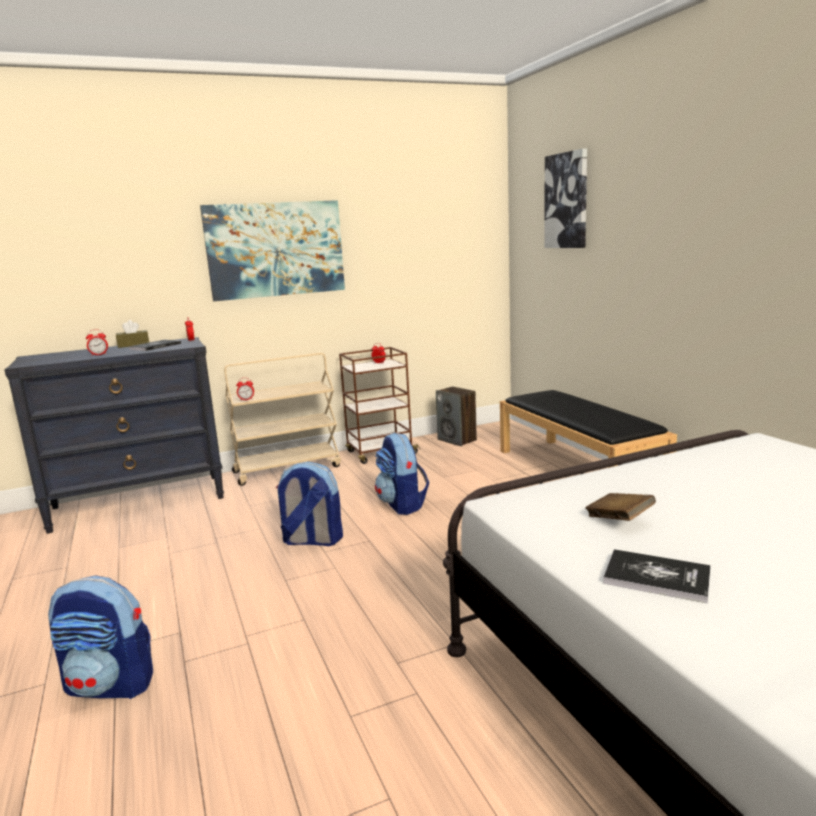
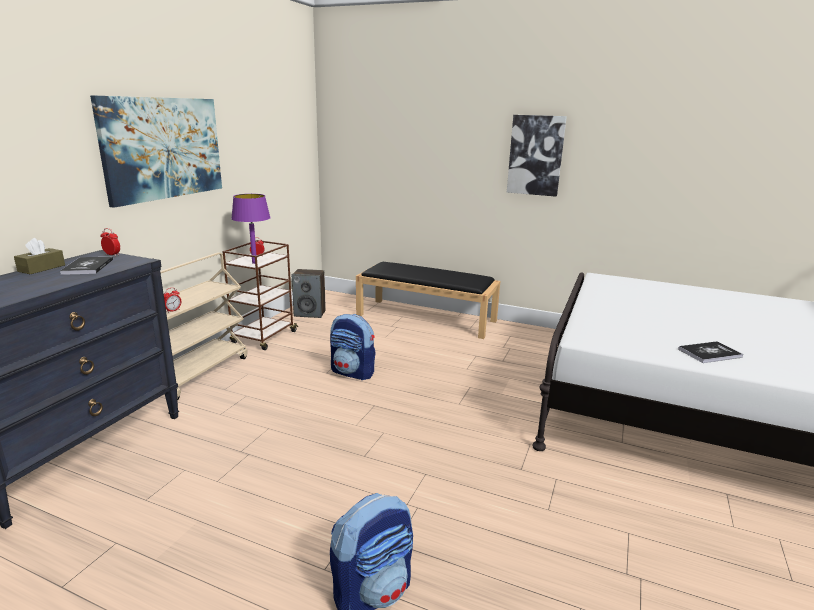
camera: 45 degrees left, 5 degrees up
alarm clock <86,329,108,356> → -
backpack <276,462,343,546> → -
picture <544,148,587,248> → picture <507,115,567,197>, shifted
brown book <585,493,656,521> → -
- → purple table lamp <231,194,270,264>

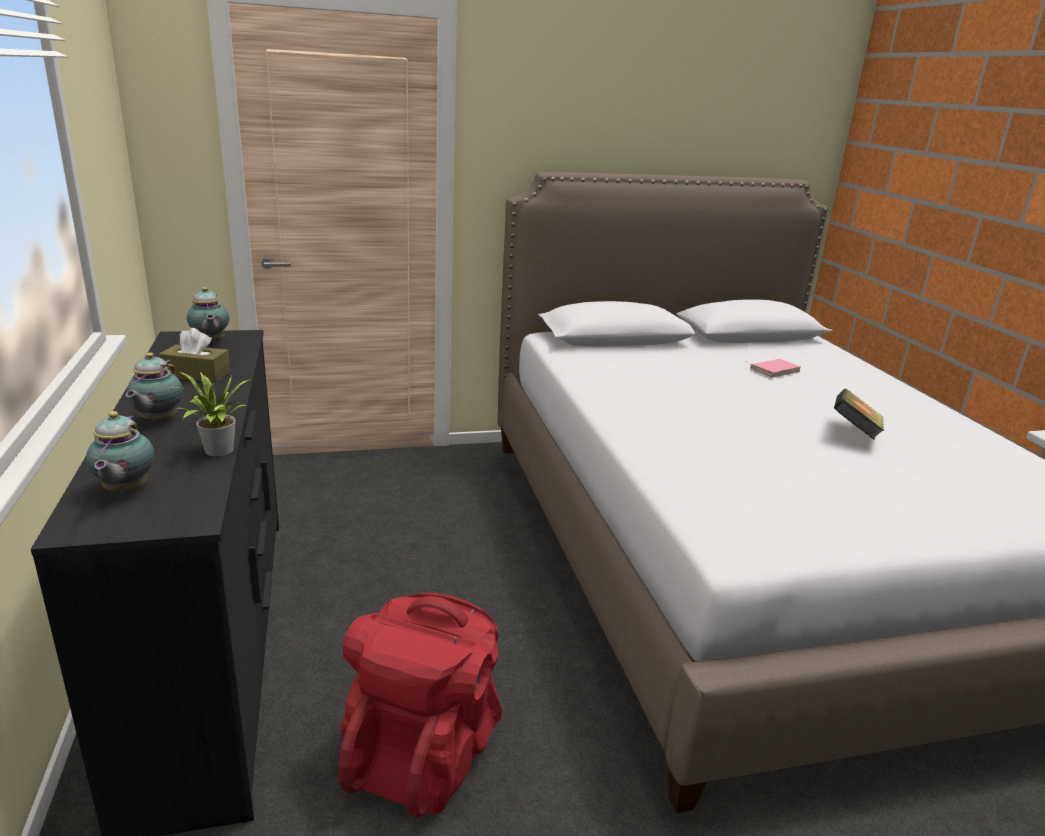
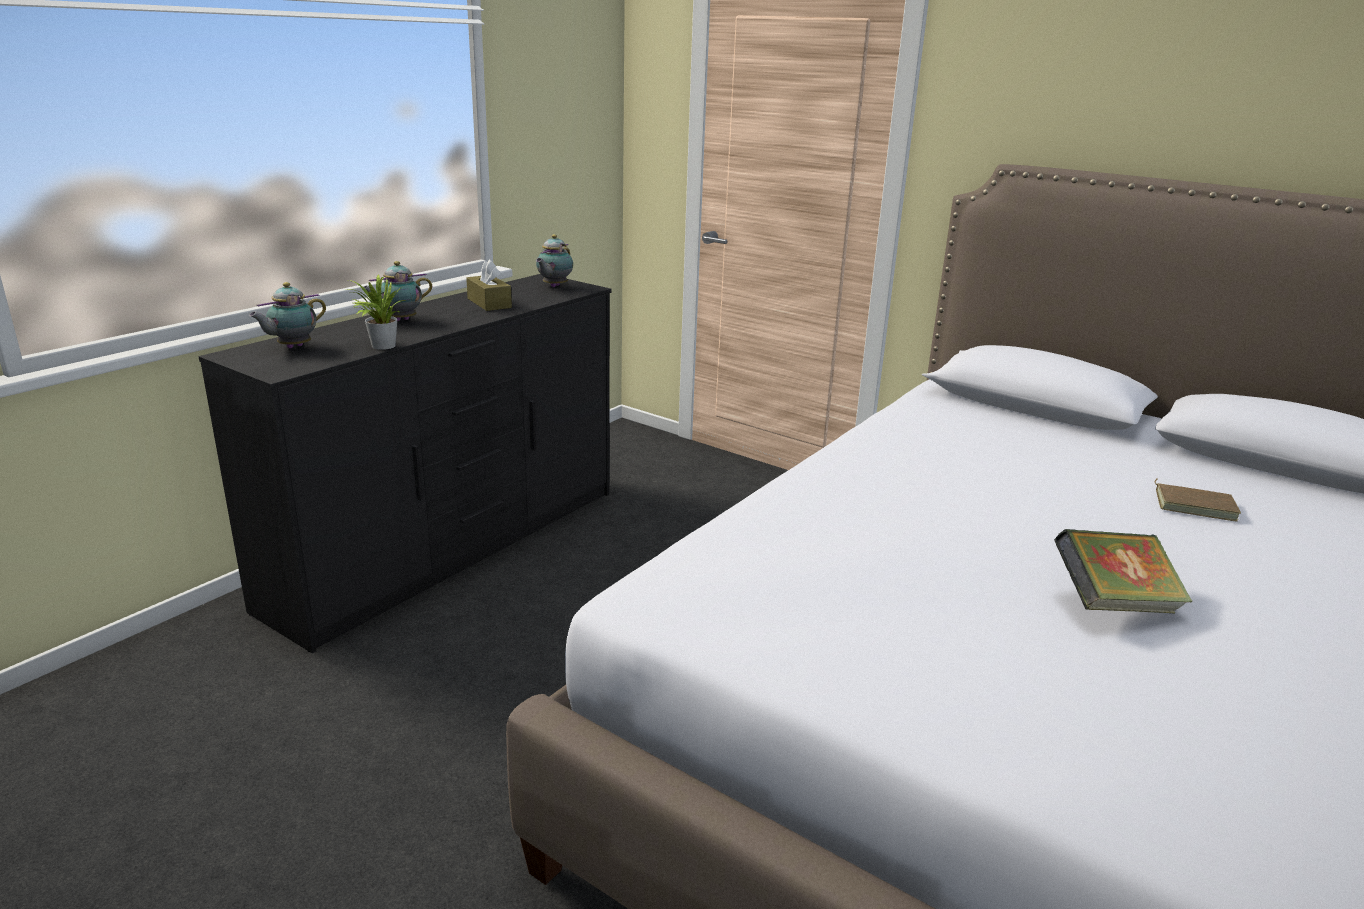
camera: 50 degrees right, 0 degrees up
red backpack <338,593,502,818> → -
pink book <748,359,800,378> → brown book <1155,478,1241,521>

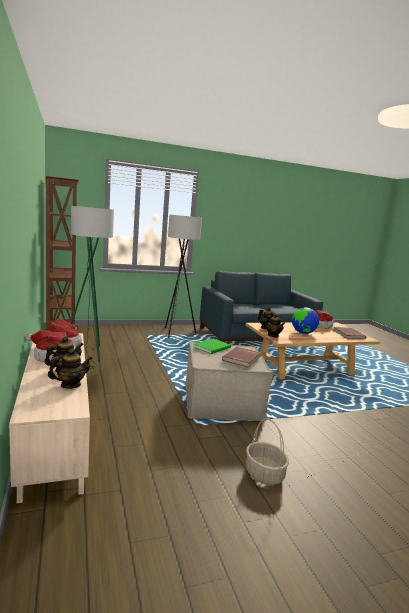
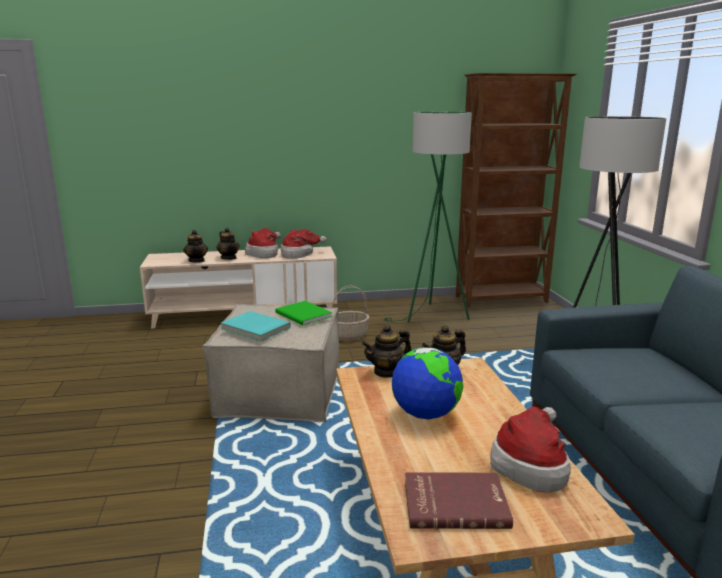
camera: 100 degrees right, 5 degrees up
red book <222,347,261,367> → turquoise book <221,311,291,341>
basket <246,418,289,485> → basket <332,286,369,340>, shifted

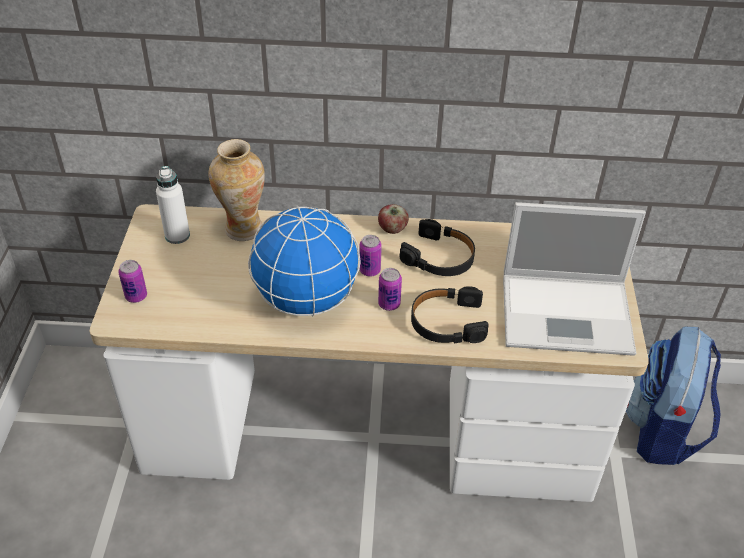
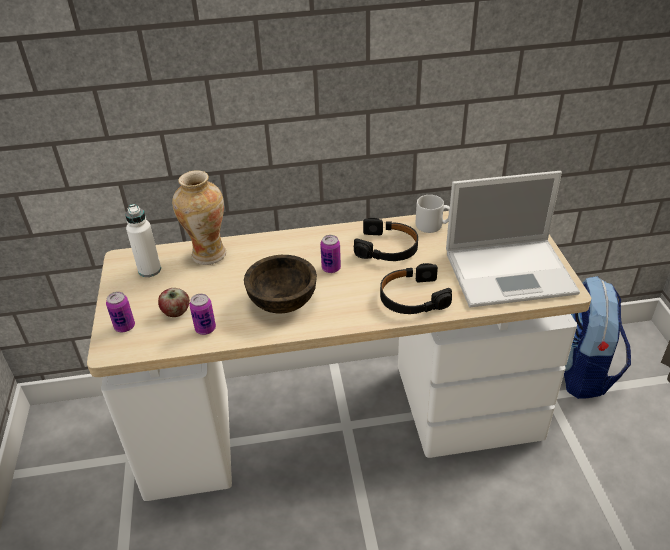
camera: 10 degrees left, 5 degrees down
globe <248,206,361,317> → brown bowl <244,255,317,313>
apple <378,204,409,234> → apple <158,288,190,317>, shifted
can <378,268,402,311> → can <189,294,216,335>, shifted
- → grey mug <416,195,450,233>

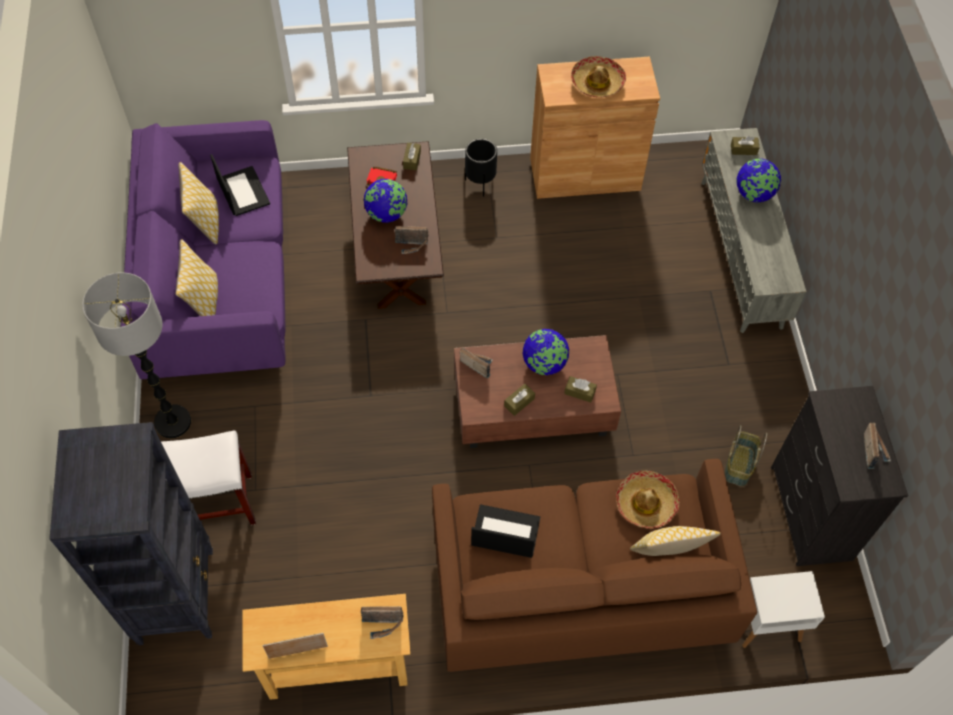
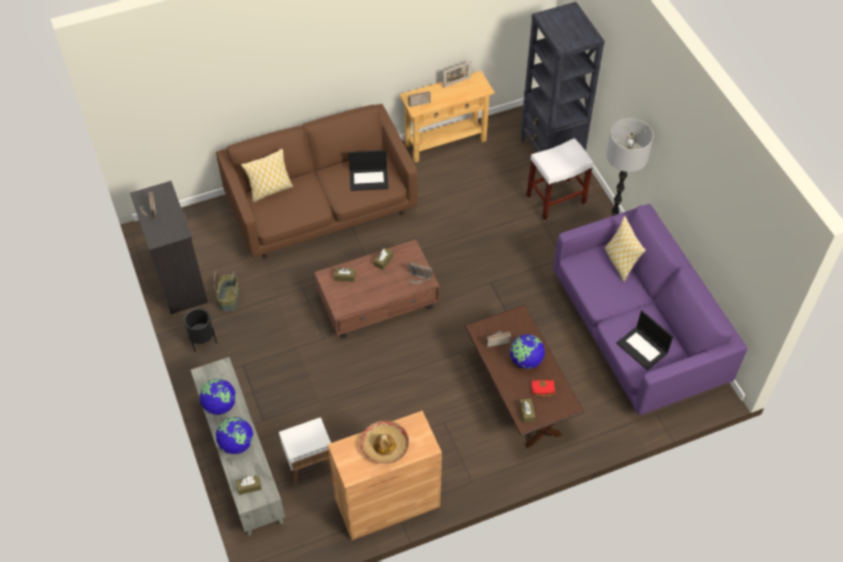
camera: 165 degrees right, 5 degrees down
pillow <178,162,219,244> → -
black planter <465,139,497,197> → black planter <184,308,217,352>, shifted
globe <523,329,569,375> → globe <199,379,236,415>, shifted
hat <616,471,679,529> → -
white side table <742,571,825,648> → white side table <279,417,331,485>, shifted

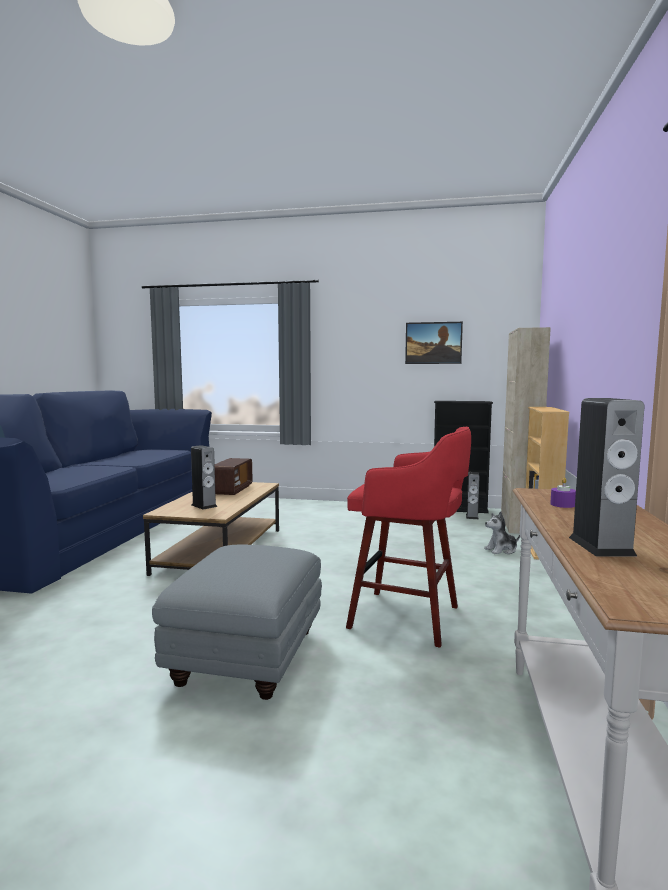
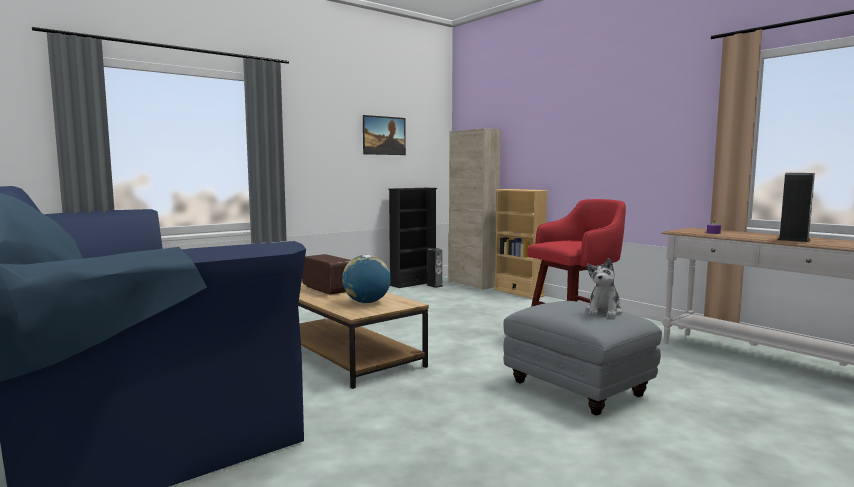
camera: 50 degrees left, 0 degrees up
speaker <191,445,217,510> → globe <342,255,391,303>
plush toy <484,511,520,554> → plush toy <586,258,623,317>, shifted

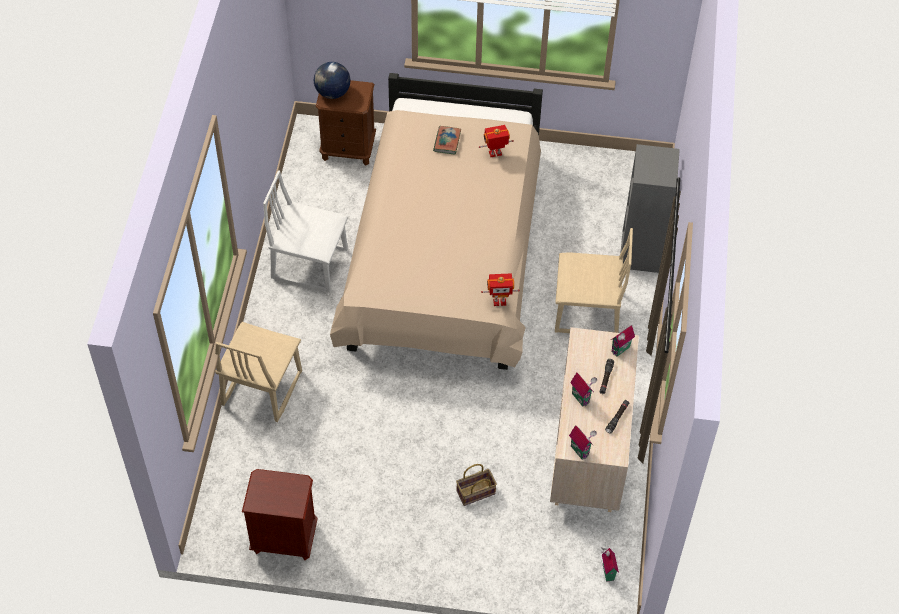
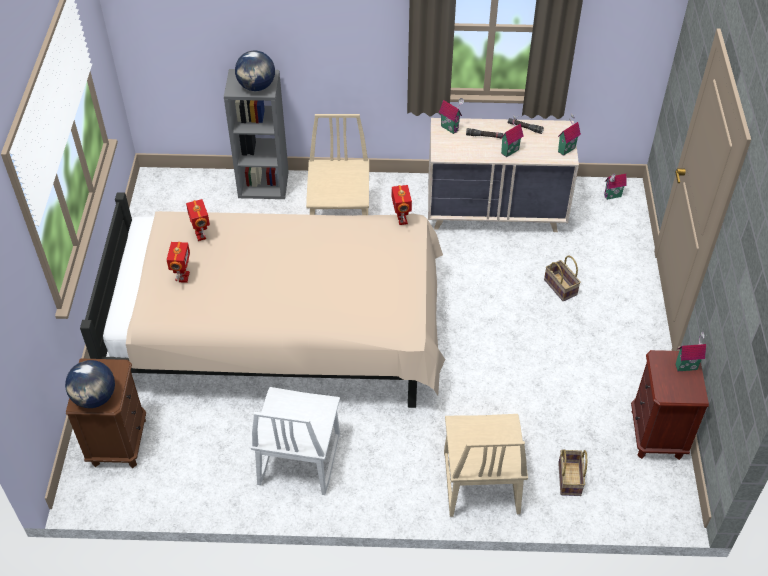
camera: 95 degrees left, 5 degrees down
beige chair <215,322,302,422> → beige chair <444,414,528,517>, 75 degrees clockwise
book <433,126,461,155> → toy robot <167,242,190,283>
- → globe <235,50,275,91>
- → basket <558,449,587,496>
- → toy house <675,331,706,371>

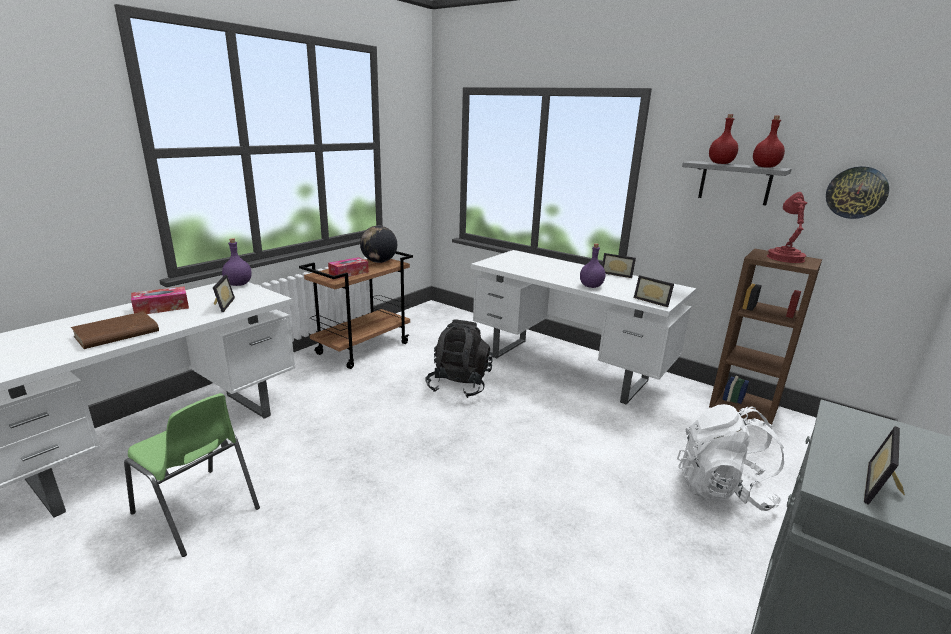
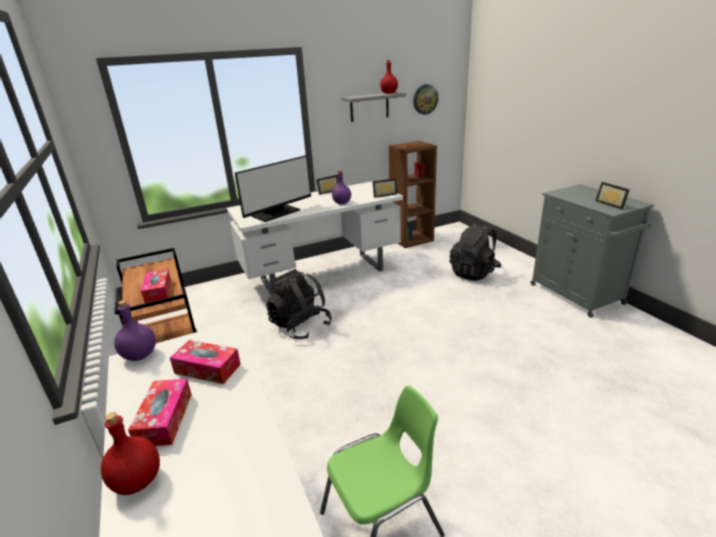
camera: 60 degrees left, 5 degrees up
brown book <71,312,159,349> → -
picture frame <213,275,235,312> → tissue box <170,340,241,384>
globe <360,226,397,263> → -
white backpack <677,404,784,511> → black backpack <449,223,502,281>
red bottle <709,114,738,164> → red bottle <101,412,160,495>, shifted
red table lamp <767,192,807,263> → -
- → monitor <235,155,311,222>

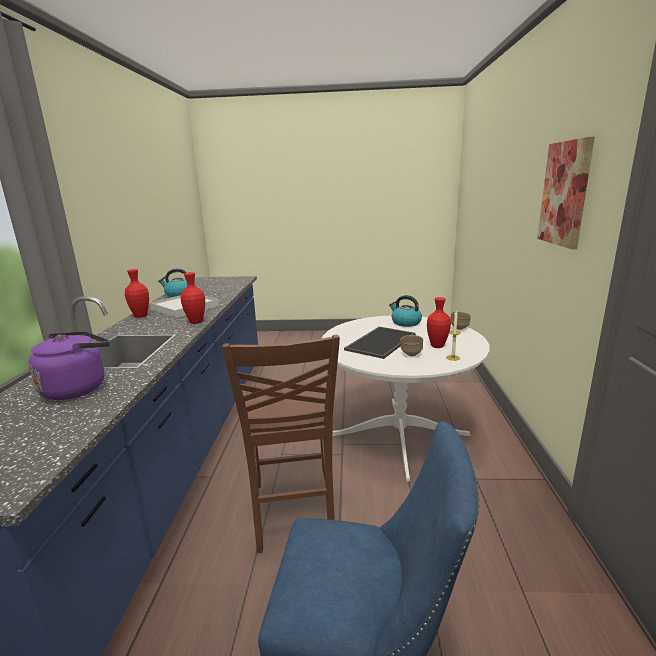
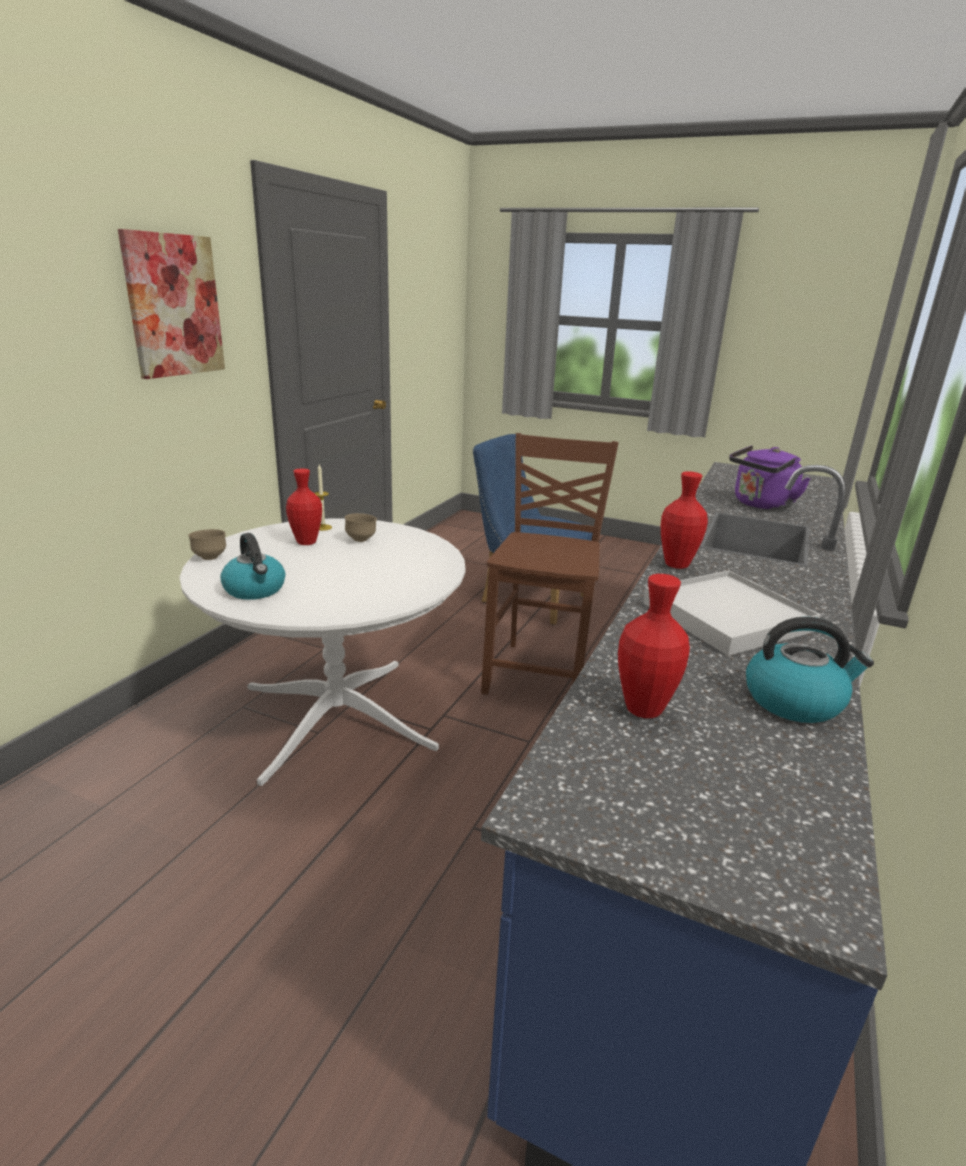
camera: 160 degrees left, 5 degrees up
red vase <125,269,149,318> → red vase <618,574,690,718>, shifted
tray <344,327,415,359> → -

